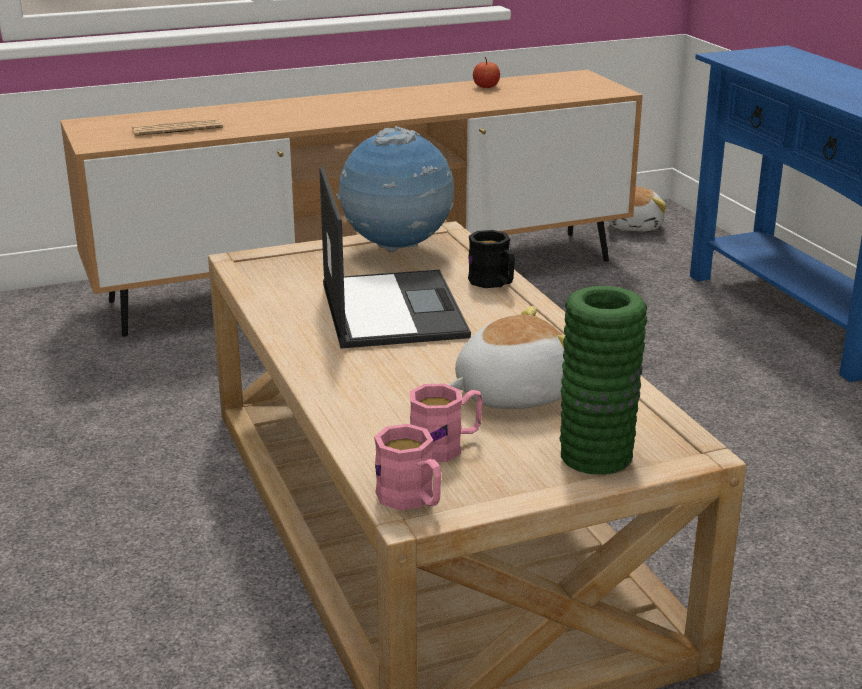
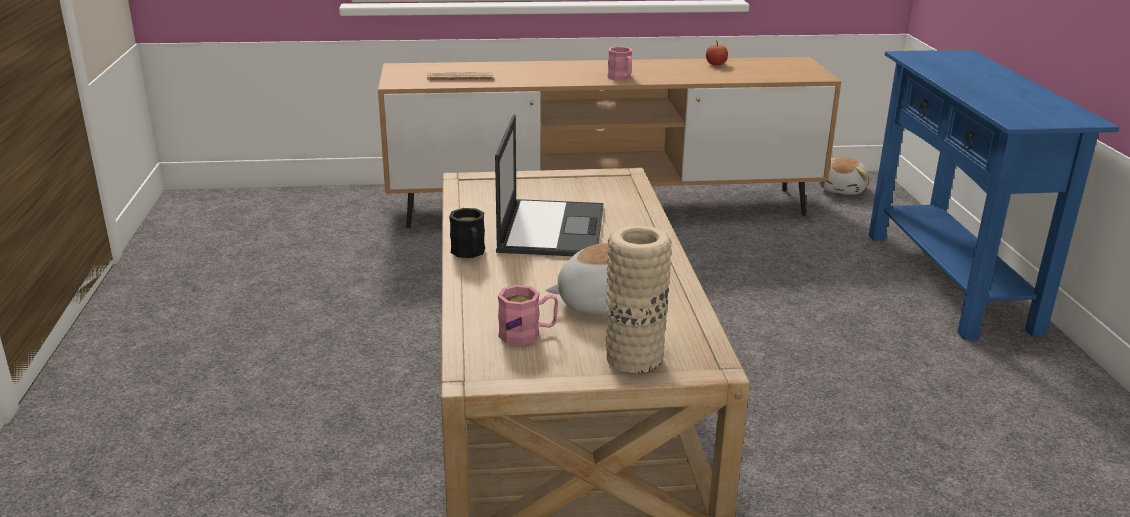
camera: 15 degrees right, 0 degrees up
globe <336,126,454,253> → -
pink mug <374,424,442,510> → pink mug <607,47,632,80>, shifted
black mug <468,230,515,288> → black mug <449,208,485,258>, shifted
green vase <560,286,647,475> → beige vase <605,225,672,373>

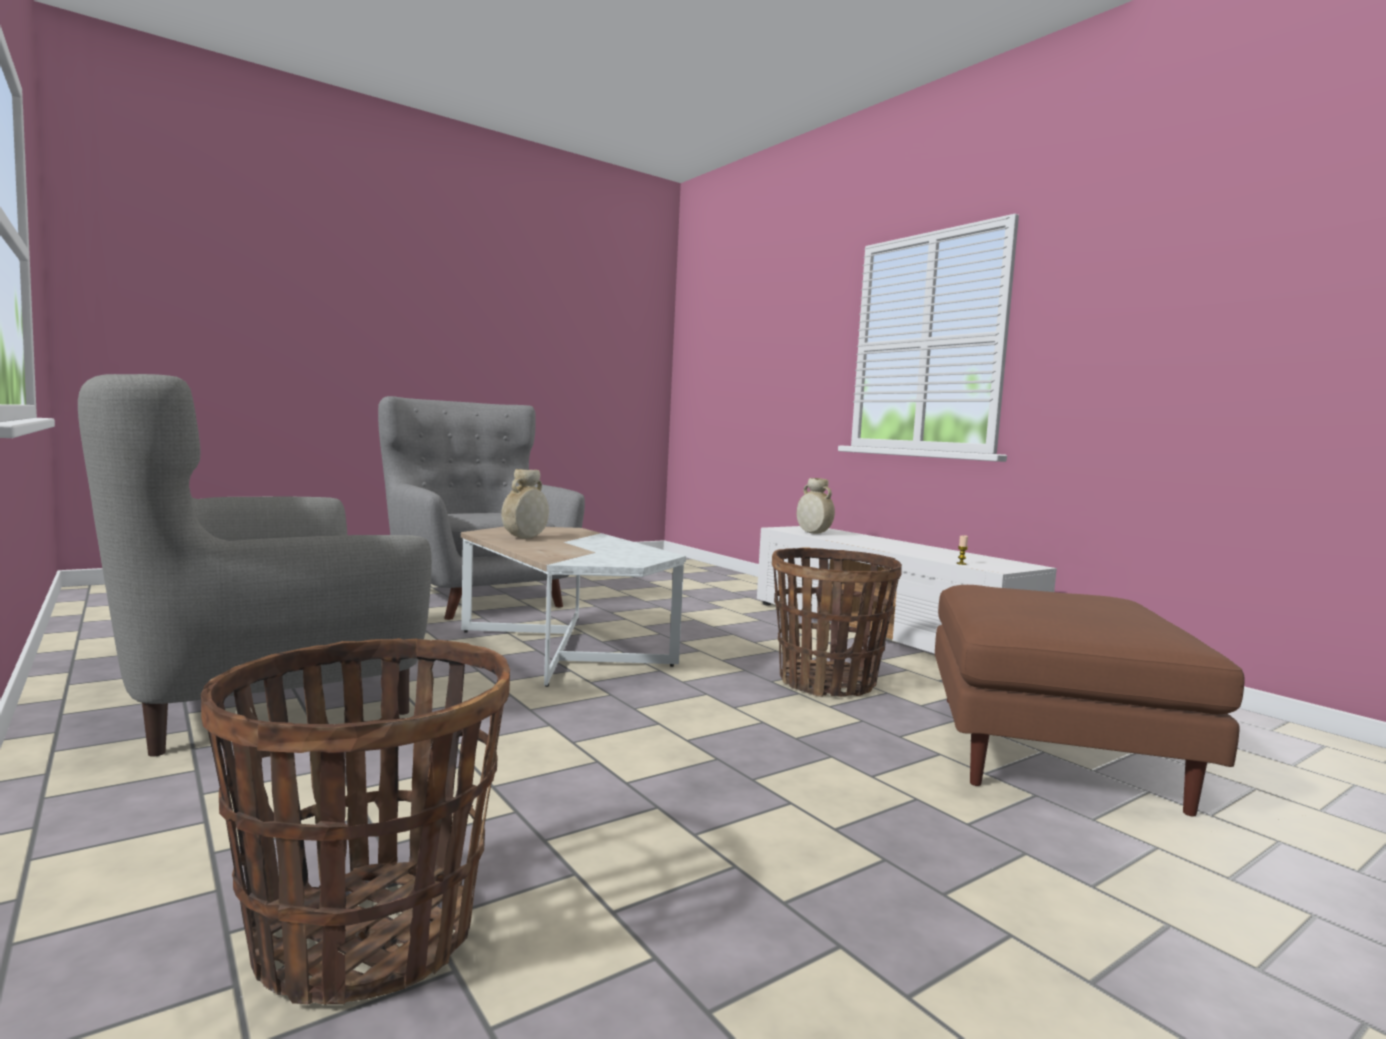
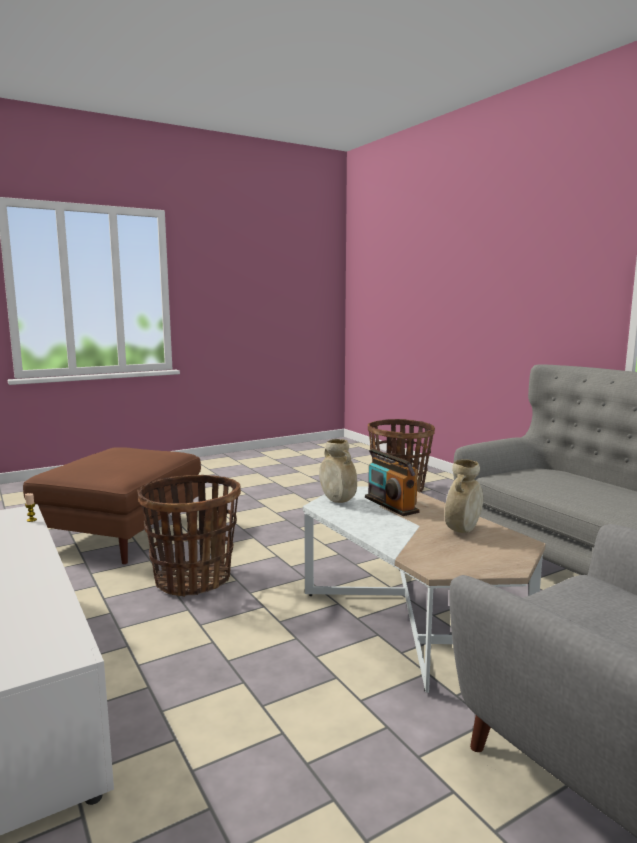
camera: 175 degrees left, 5 degrees up
beige vase <797,478,835,534> → beige vase <319,439,357,503>, shifted
- → radio <365,448,420,516>

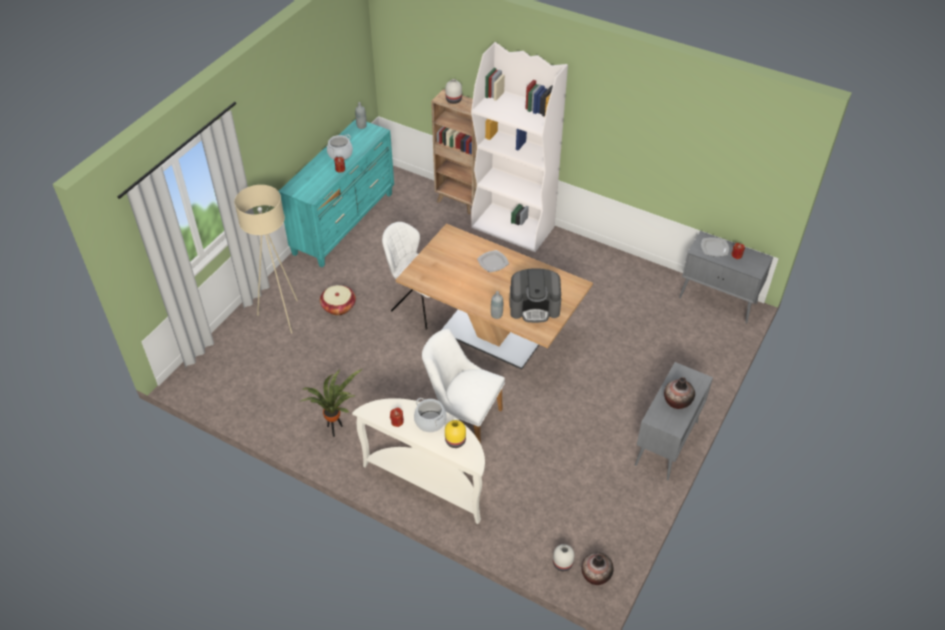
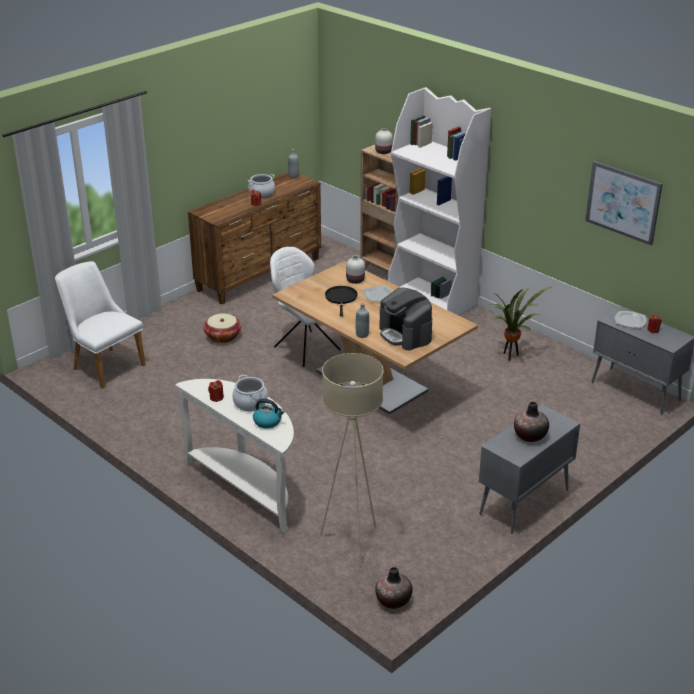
camera: 15 degrees right, 15 degrees down
beige floor lamp <234,185,298,334> → beige floor lamp <320,353,384,567>, shifted
turquoise dresser <279,119,394,268> → brown dresser <188,172,321,304>
potted plant <299,369,362,437> → potted plant <489,287,551,361>, shifted
white chair <422,329,505,444> → white chair <55,261,146,389>, shifted
yellow vase <445,420,466,448> → kettle <253,399,285,429>
coffee machine <509,268,561,323> → coffee machine <379,288,432,350>, 45 degrees clockwise
white vase <553,544,575,571> → white vase <346,256,365,284>, shifted
- → black frying pan <325,286,358,316>
- → picture <585,161,662,245>

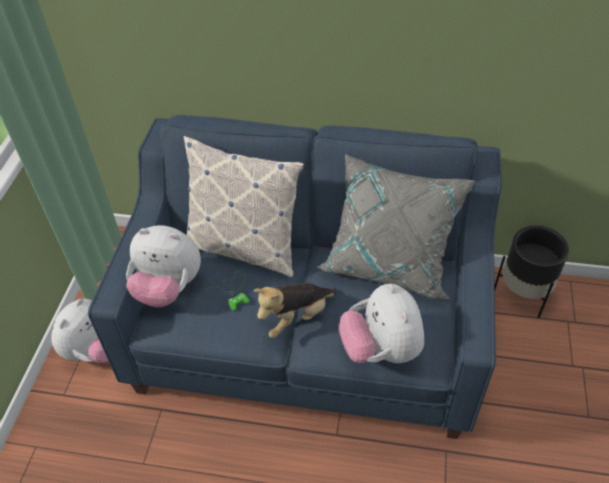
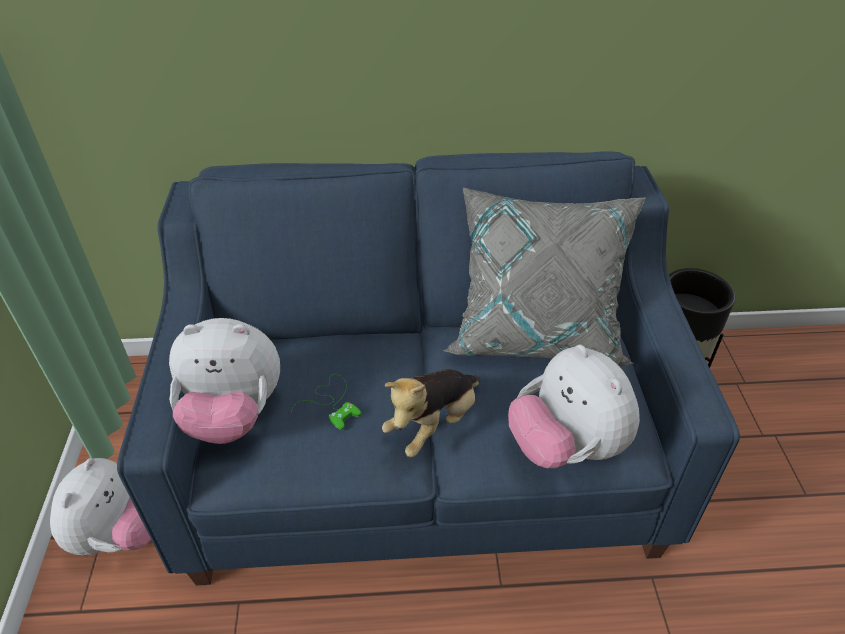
camera: 15 degrees left, 5 degrees down
pillow <184,136,304,278> → -

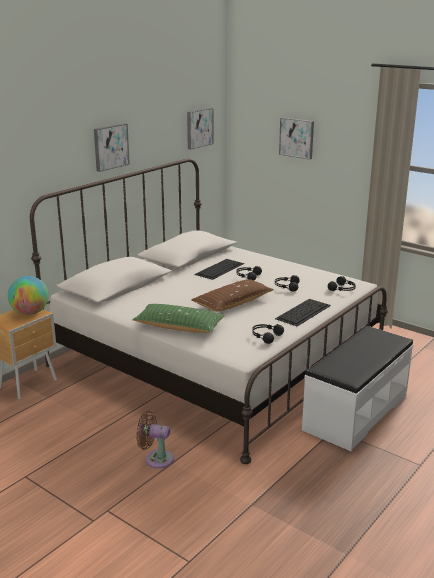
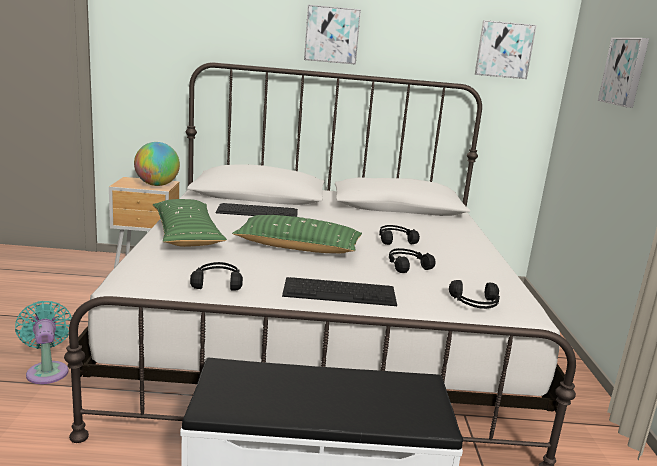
camera: 50 degrees right, 5 degrees down
brown fan <136,411,174,468> → turquoise fan <15,301,72,384>
brown pillow <191,279,274,312> → green pillow <232,215,362,253>
keyboard <195,259,244,280> → keyboard <216,203,298,217>, shifted

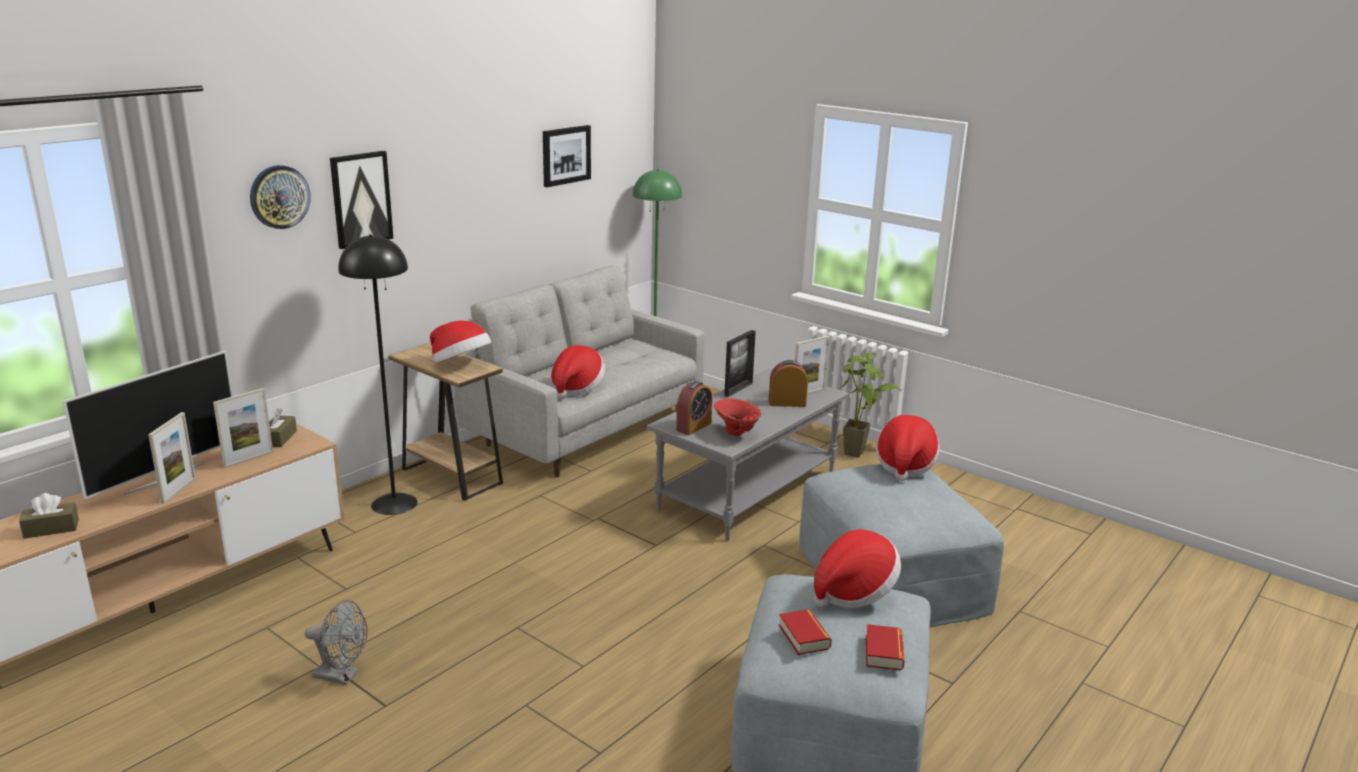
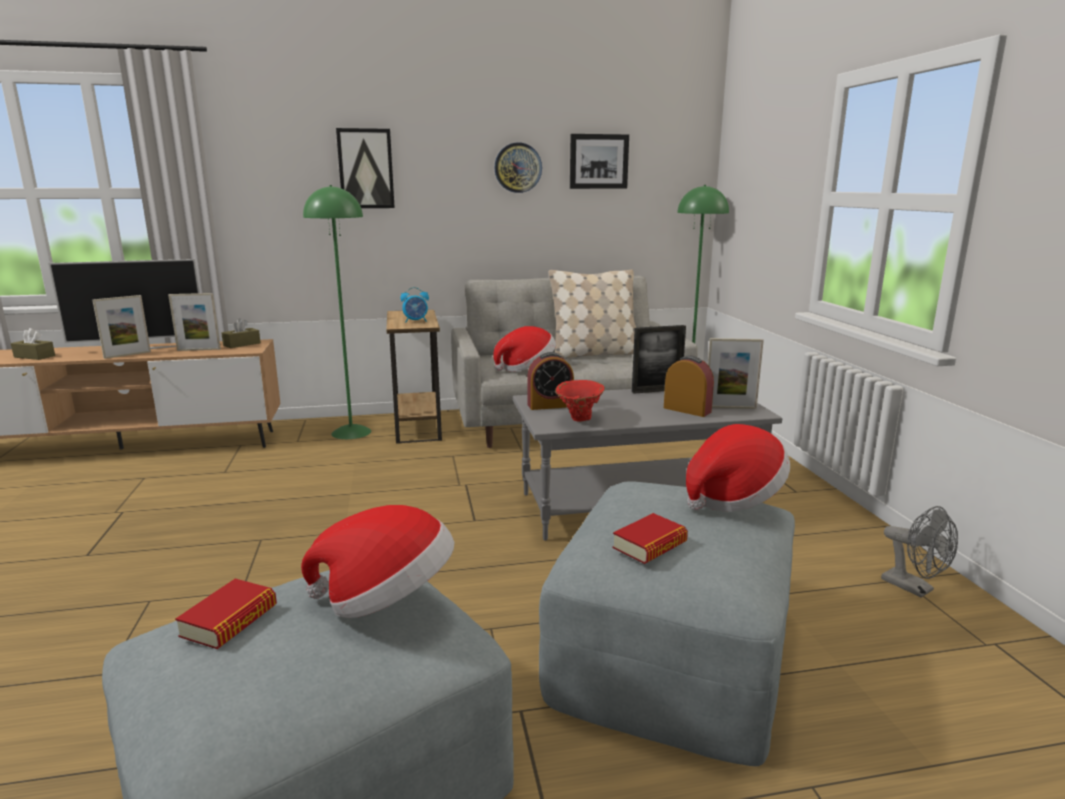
camera: 40 degrees right, 5 degrees down
wall clock <250,165,311,229> → wall clock <494,143,542,193>, shifted
grey fan <304,600,368,685> → grey fan <881,506,958,598>, shifted
black floor lamp <338,234,418,515> → green floor lamp <303,185,371,439>
hat <430,321,491,363> → alarm clock <400,287,429,323>
potted plant <841,353,901,458> → -
book <866,624,905,670> → book <613,513,688,564>, shifted
- → beige pillow <549,269,636,358>

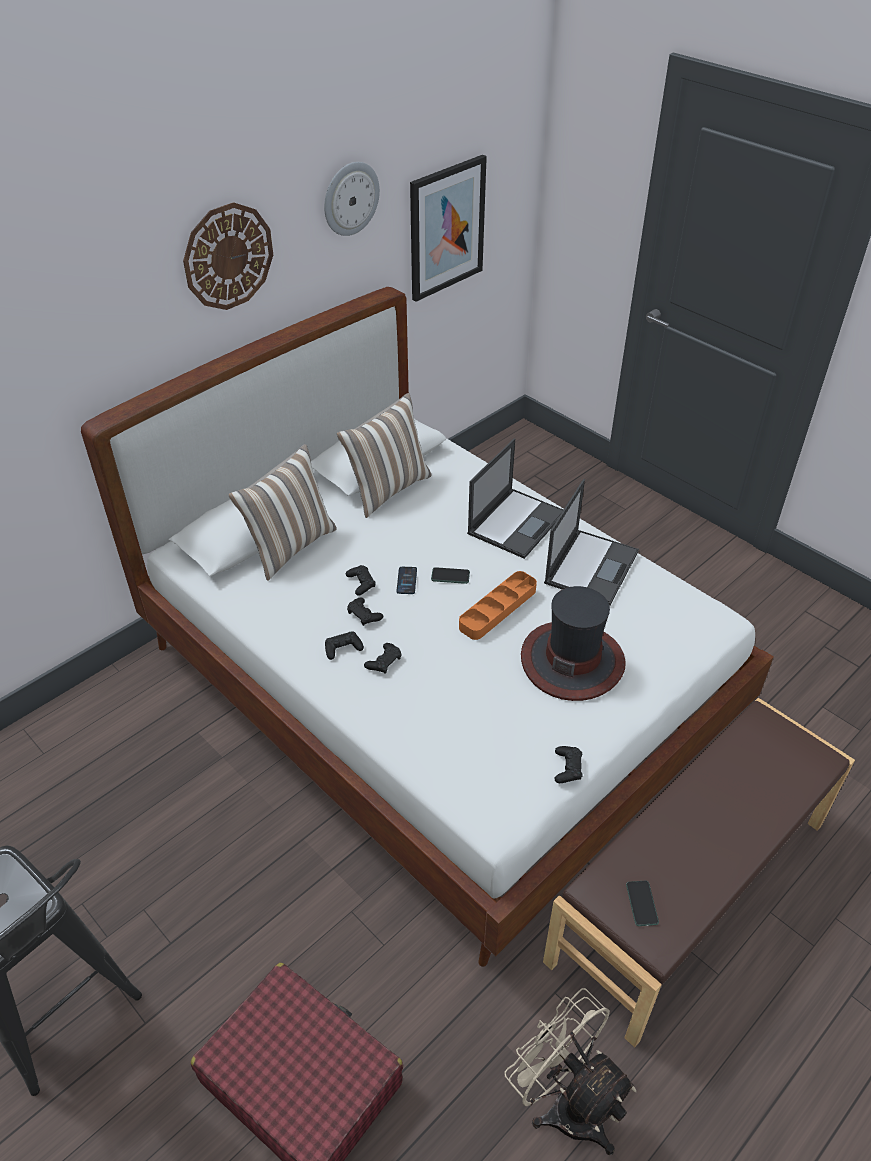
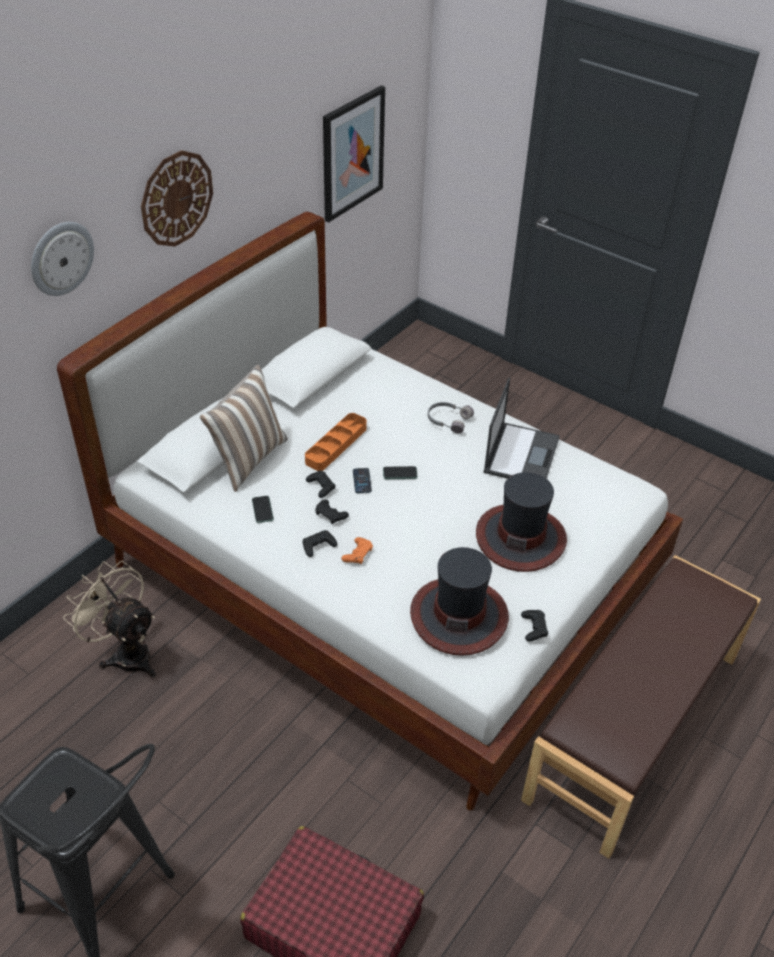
camera: 10 degrees left, 0 degrees up
wall clock <324,162,380,236> → wall clock <31,222,94,296>, shifted
pillow <337,393,432,518> → -
black game controller <364,643,402,674> → orange game controller <341,537,373,565>
orange tray <459,571,537,640> → orange tray <305,413,367,471>, shifted
laptop <467,438,563,559> → grey headphones <428,402,474,433>
beige fan <504,988,636,1155> → beige fan <63,561,156,678>, shifted
phone <626,881,659,926> → phone <252,496,274,523>, shifted
- → hat <410,547,509,656>

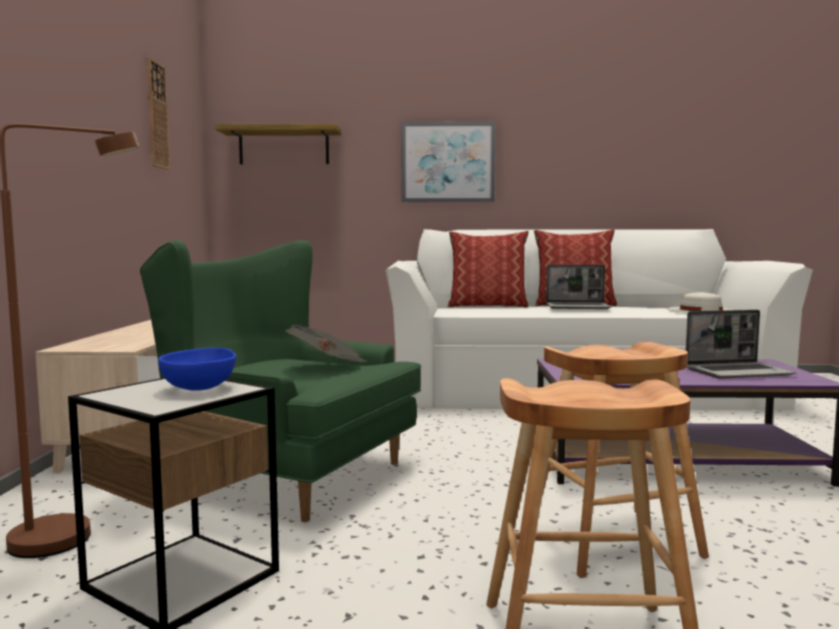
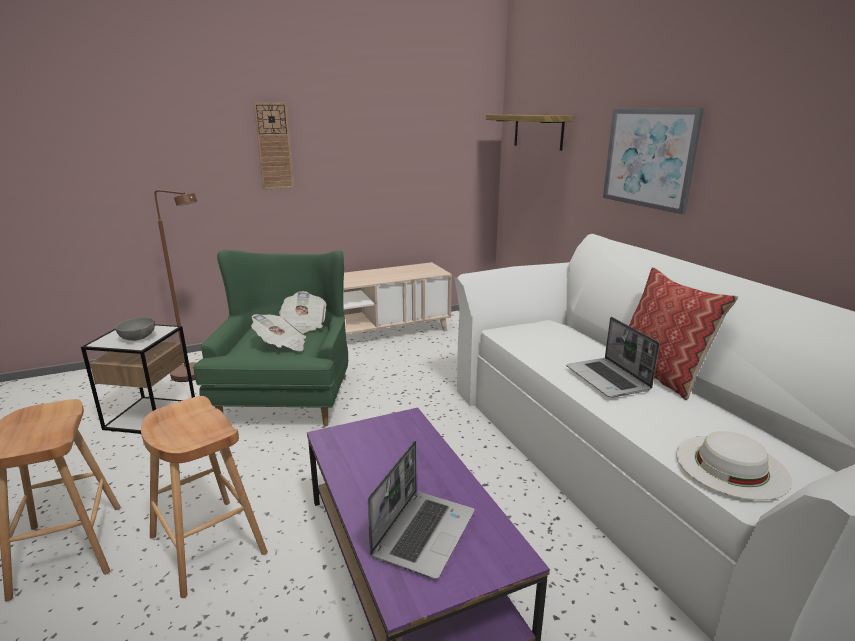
camera: 65 degrees right, 15 degrees up
wall clock <147,57,170,170> → wall clock <254,103,294,190>, shifted
blue bowl <158,348,236,391> → grey bowl <115,317,155,341>
pillow <448,231,529,307> → -
laptop <686,310,797,379> → laptop <367,441,475,579>, 120 degrees counterclockwise
- → newspaper <279,291,327,334>

